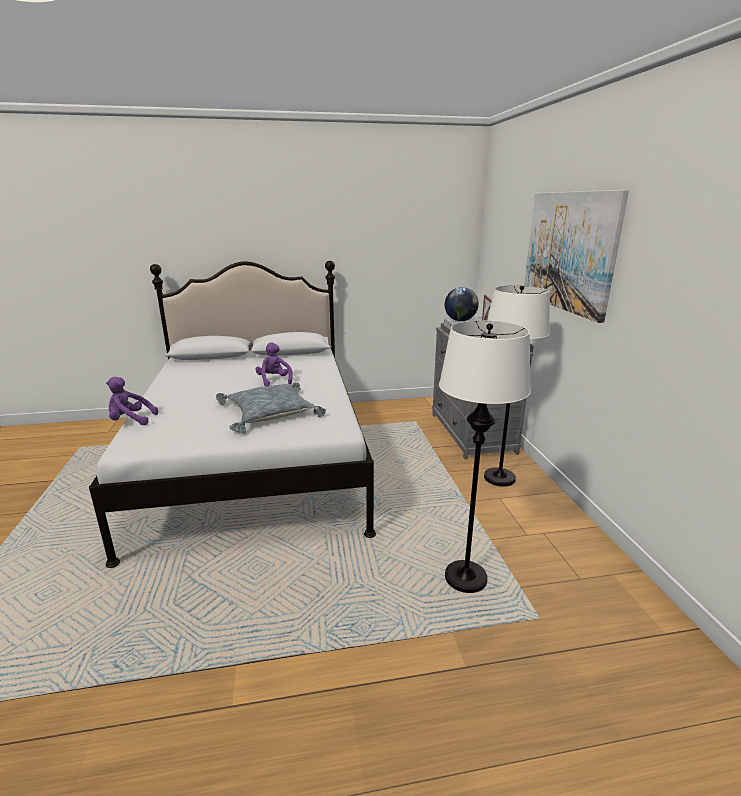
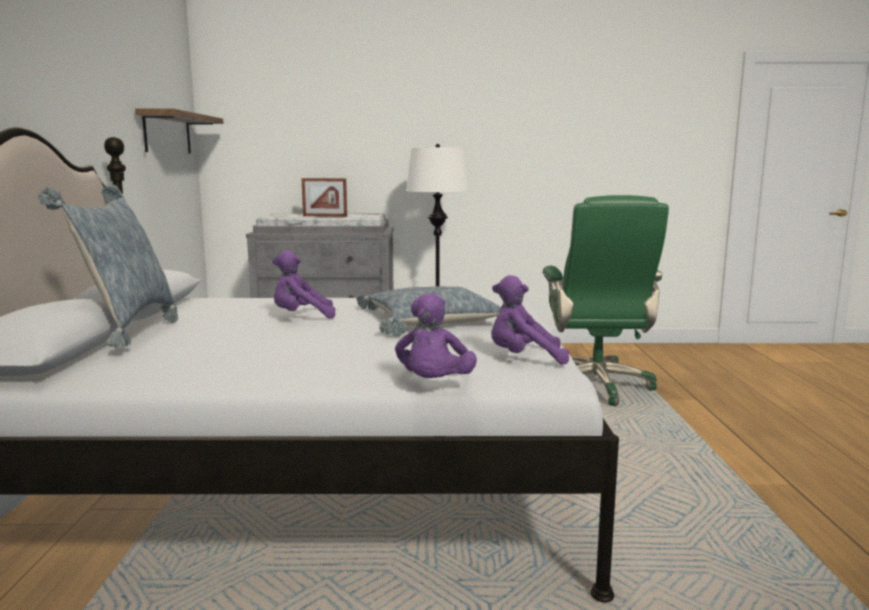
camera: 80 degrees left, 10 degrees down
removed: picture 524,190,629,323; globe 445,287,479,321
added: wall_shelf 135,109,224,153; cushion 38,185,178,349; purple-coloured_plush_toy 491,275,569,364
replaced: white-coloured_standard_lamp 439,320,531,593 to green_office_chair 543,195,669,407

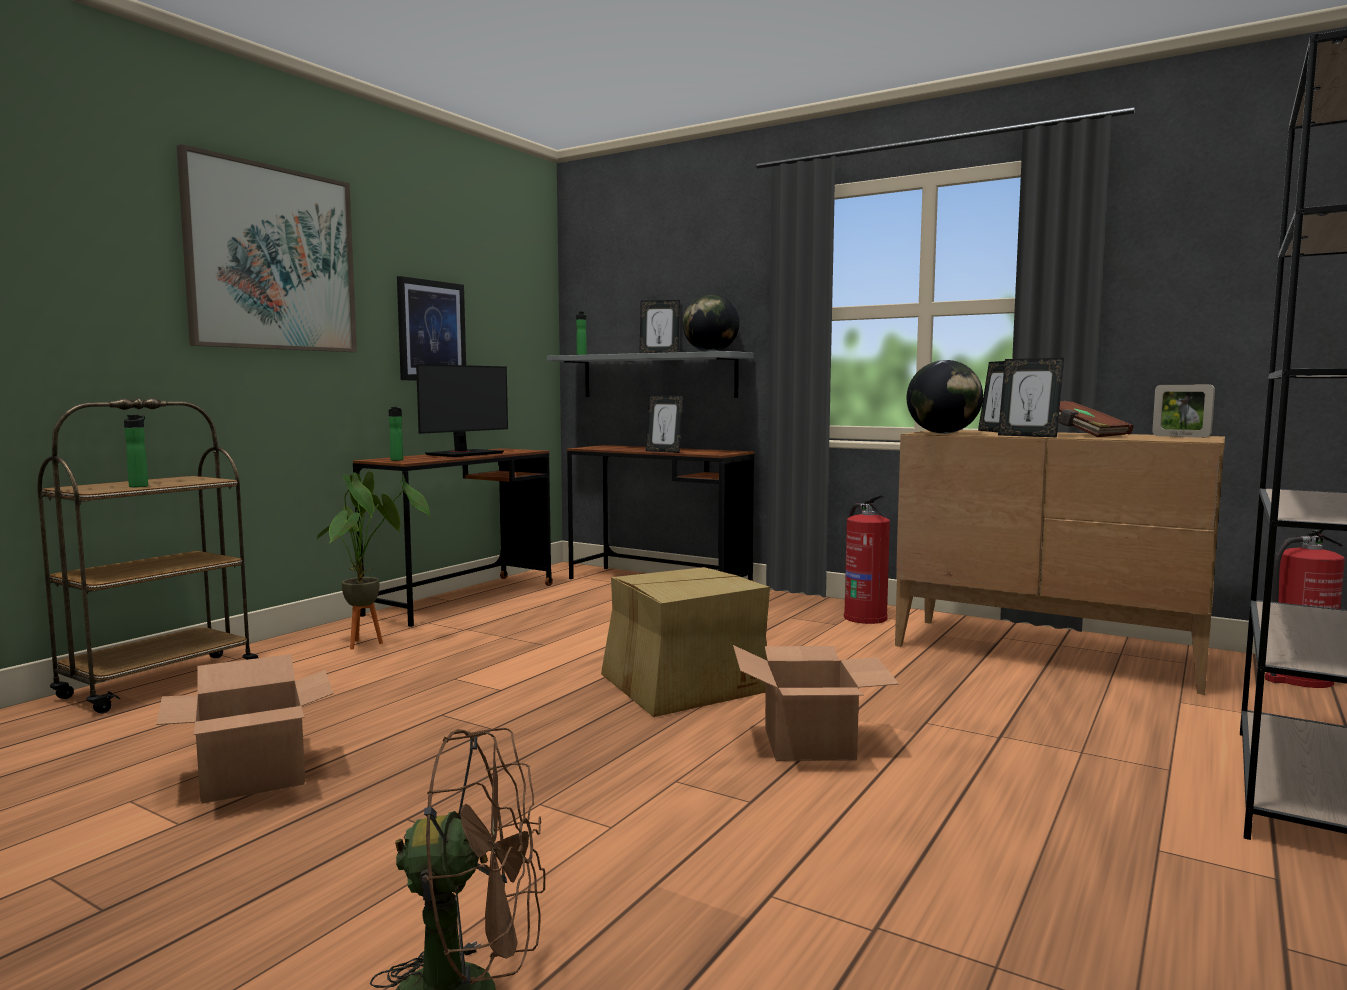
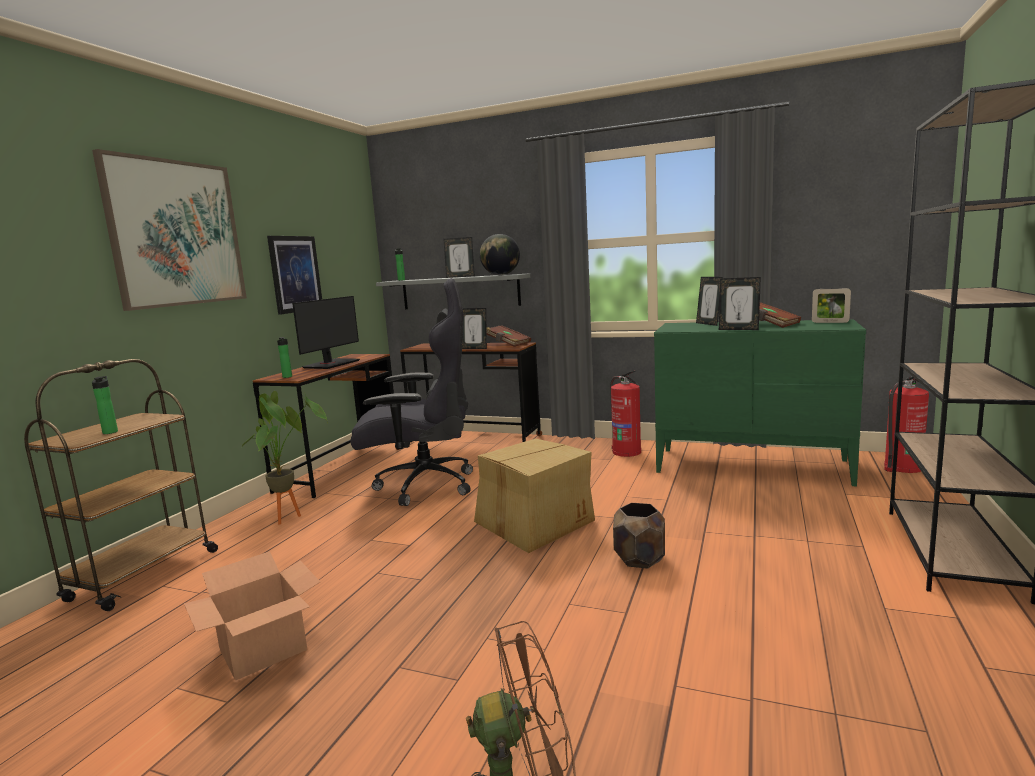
camera: 10 degrees left, 5 degrees up
removed: globe 907,360,983,434
added: black-coloured_office_chair 350,278,473,506; brown_volume 486,325,531,347
replaced: carton 733,645,899,761 to brown_planter 613,503,665,569
recoloured: brown_cabinet 895,430,1225,695 to green_cabinet 654,319,866,487

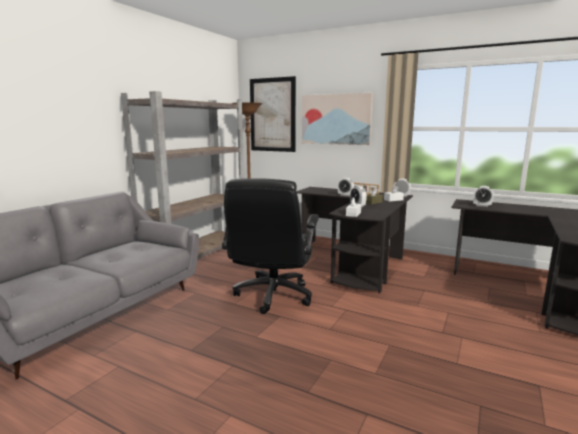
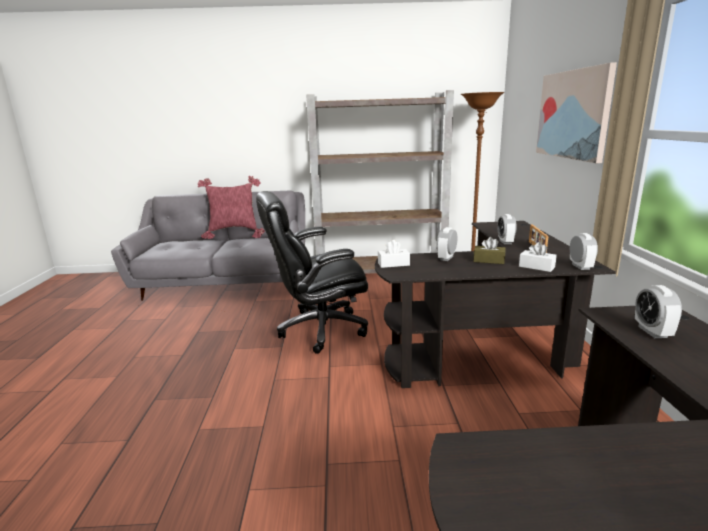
camera: 60 degrees right, 5 degrees up
removed: picture 250,76,296,152
added: red_cushion 198,176,265,239

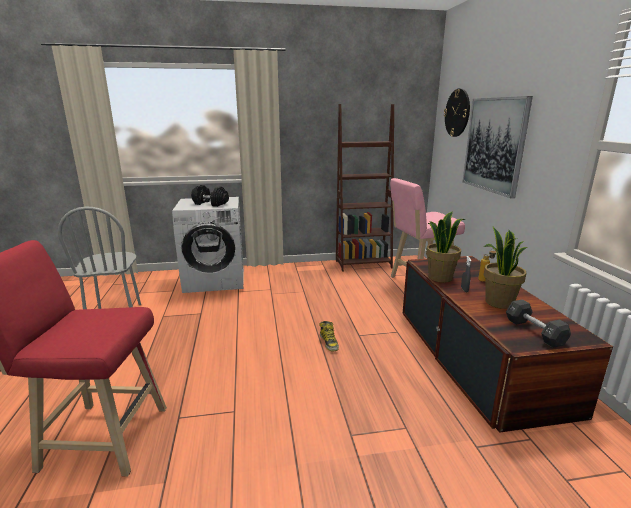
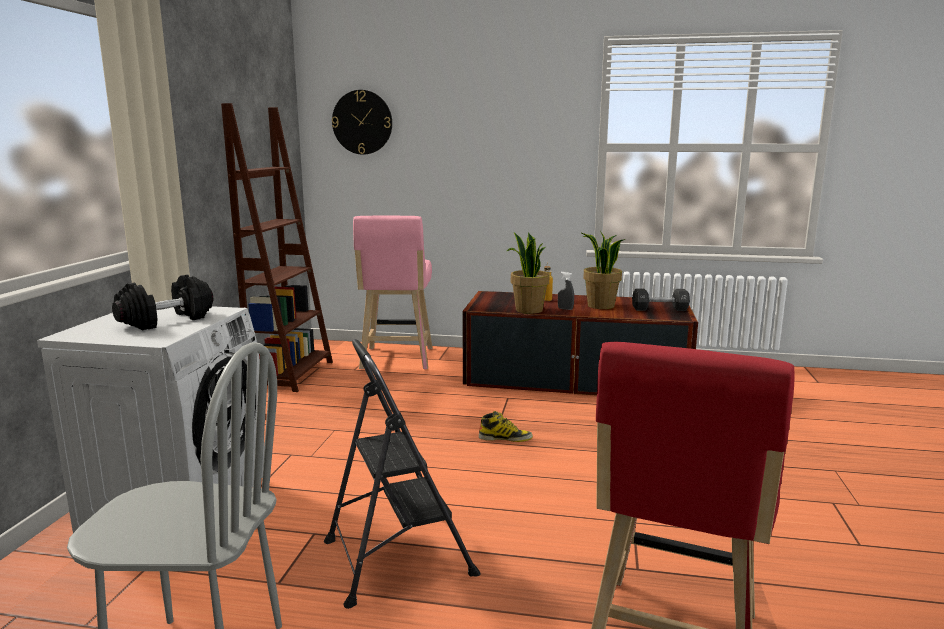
camera: 70 degrees left, 5 degrees down
removed: picture 463,96,533,198
added: black-coloured_step_stool 324,339,481,609

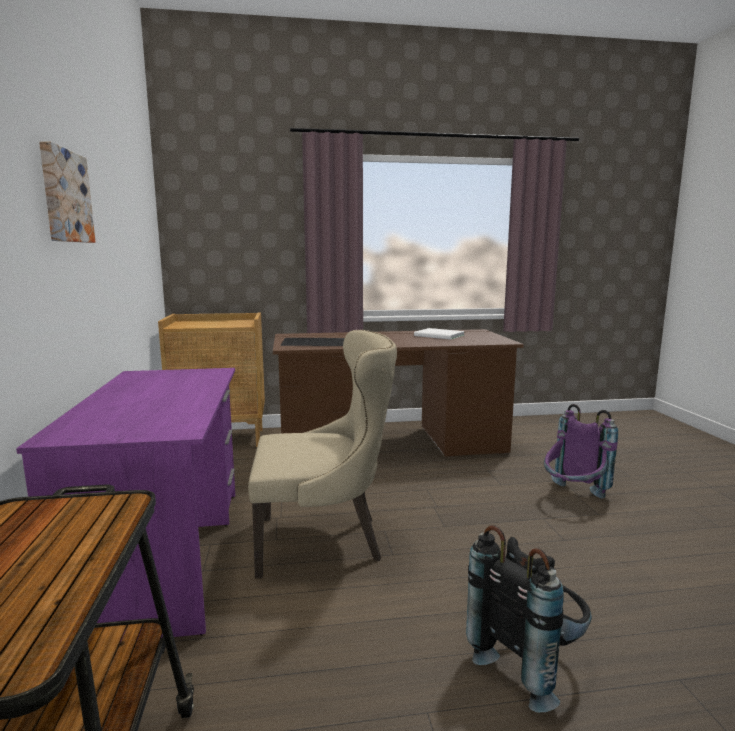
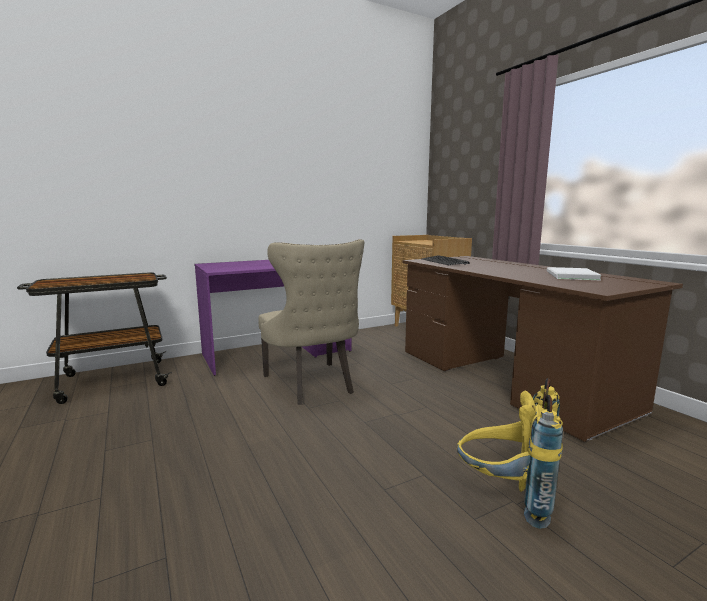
camera: 70 degrees right, 0 degrees up
removed: picture 39,141,95,243; black-coloured_knapsack 466,525,592,712
recoloured: purple-coloured_knapsack 544,404,618,499 to yellow-coloured_knapsack 457,378,563,529

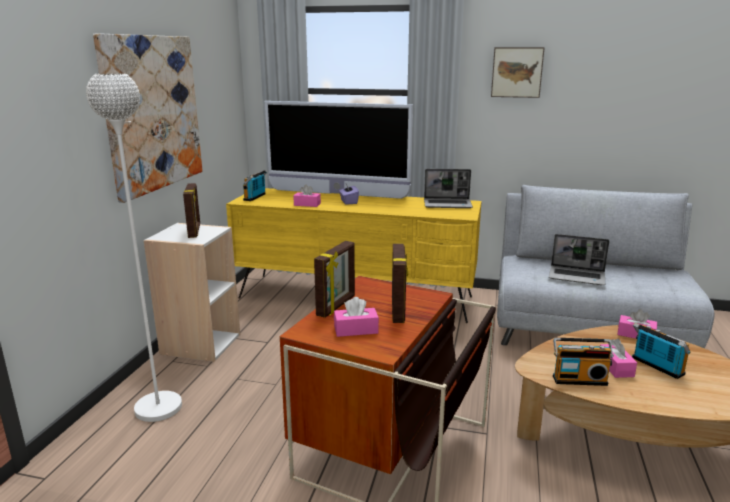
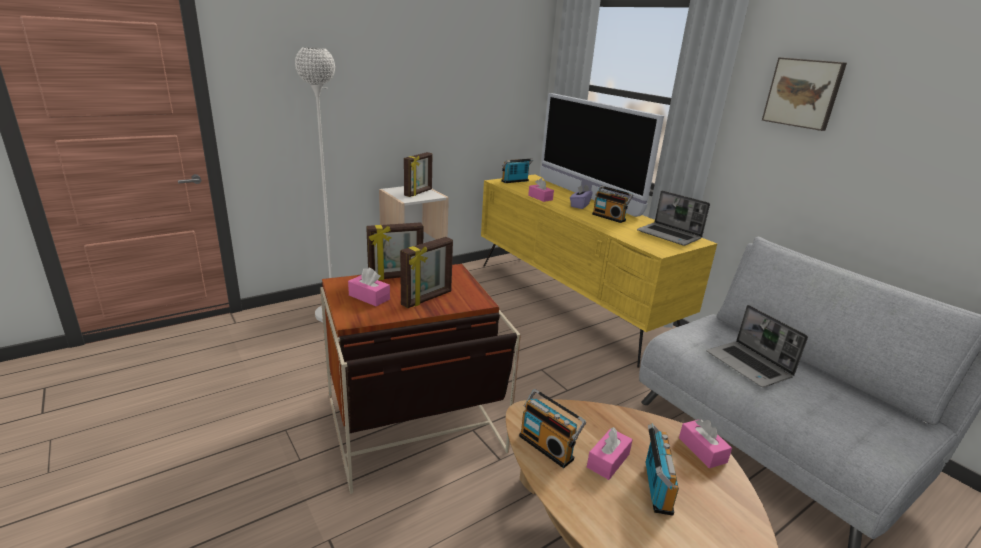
camera: 40 degrees right, 5 degrees up
removed: picture 93,34,202,203
added: radio 592,186,633,223

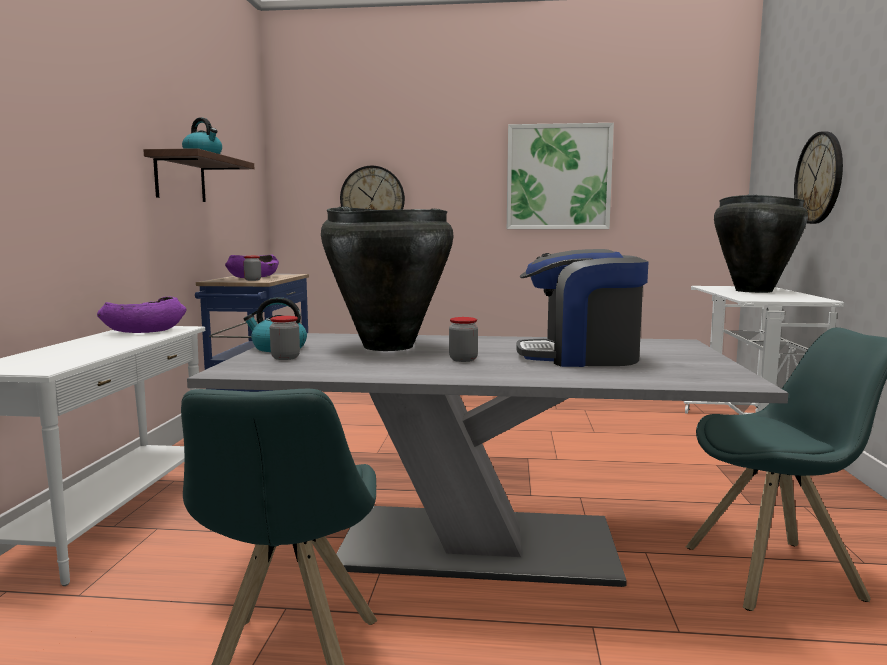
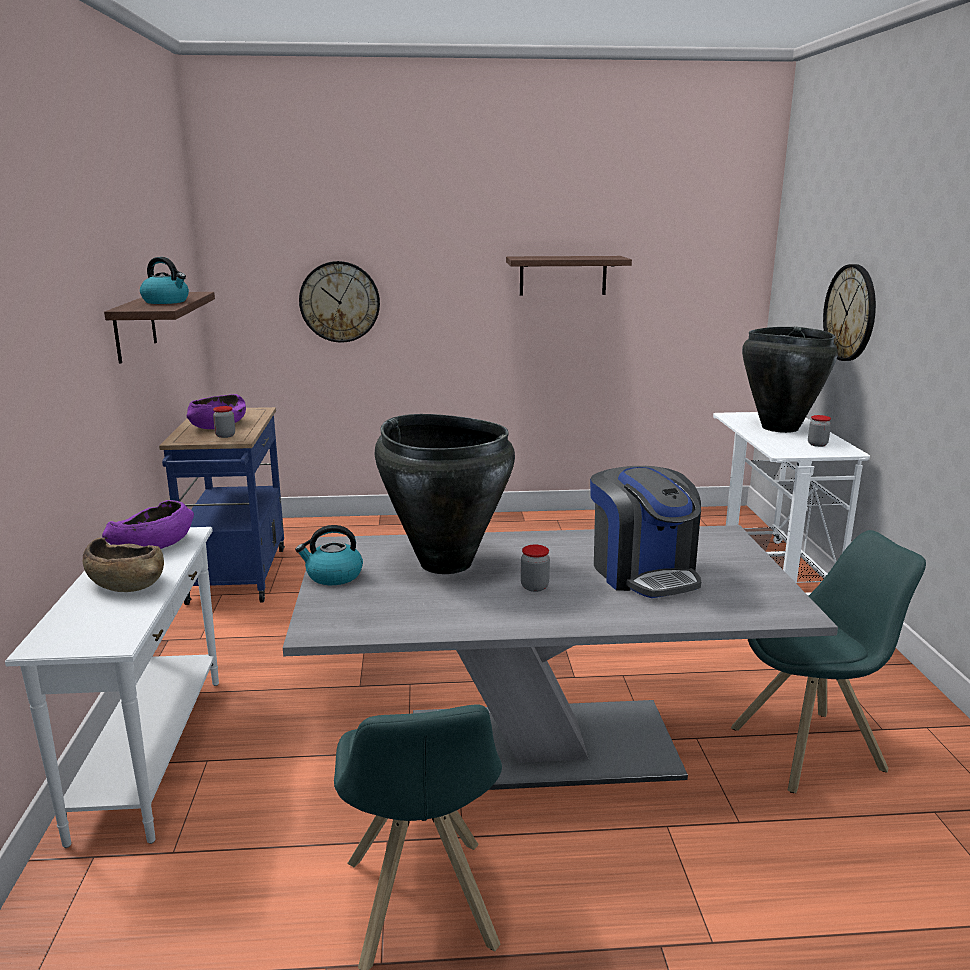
camera: 10 degrees left, 10 degrees up
added: brown_deep_dish 83,537,164,592
moved: storage_jar 270,316,300,360 to 808,415,831,447
replaced: picture 507,123,614,229 to wall_shelf 506,256,632,295
turned: coffee_maker 516,249,649,367 = 590,466,701,598 105 degrees counterclockwise

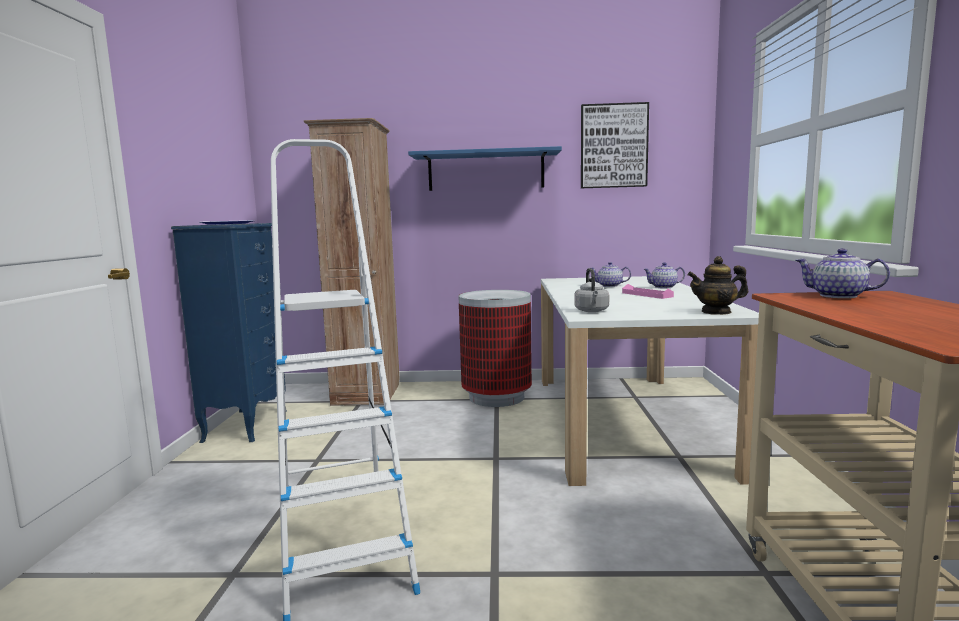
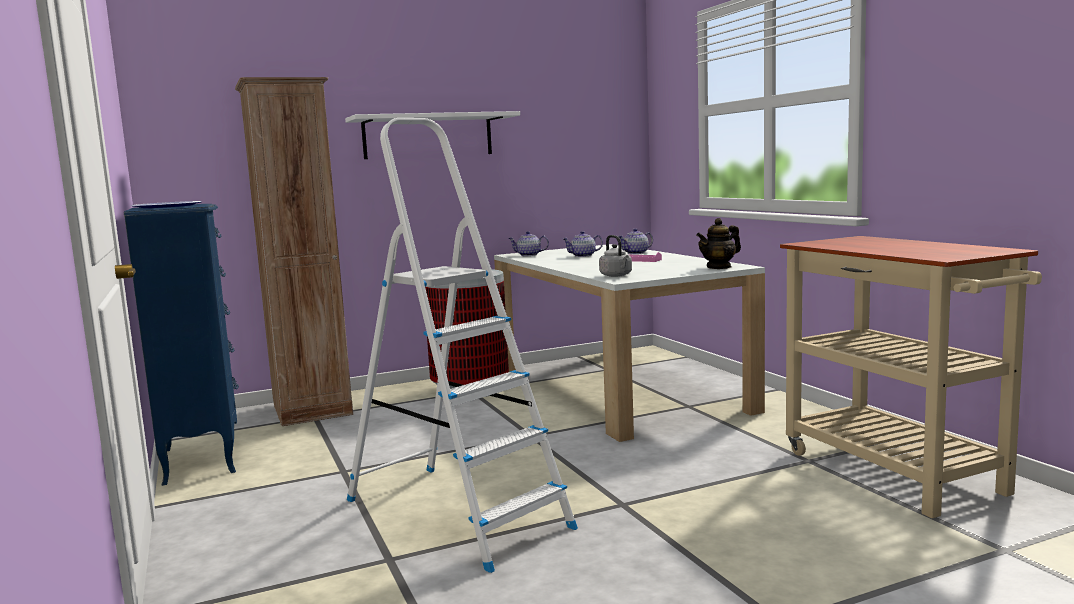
camera: 25 degrees left, 0 degrees up
removed: picture 581,102,649,188
moved: pot_for_tea 795,249,890,298 to 508,231,549,256
recoloured: bluish_wall_shelf 408,146,562,191 to white-coloured_wall_shelf 345,111,520,159

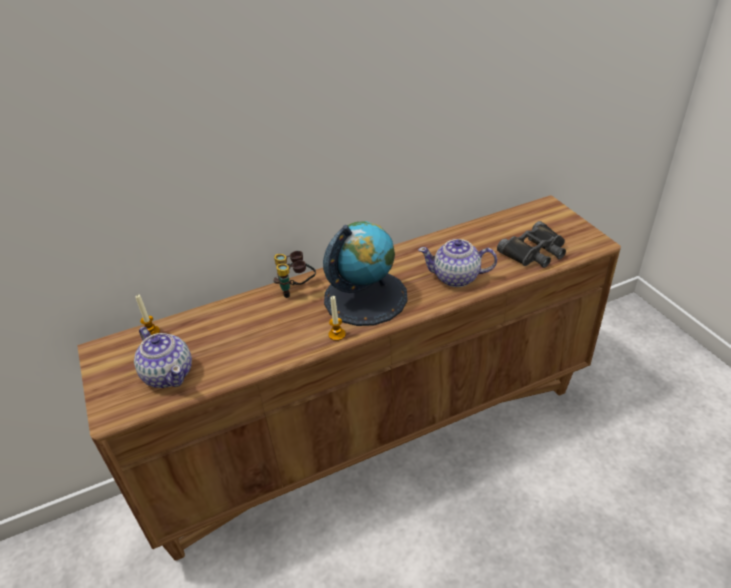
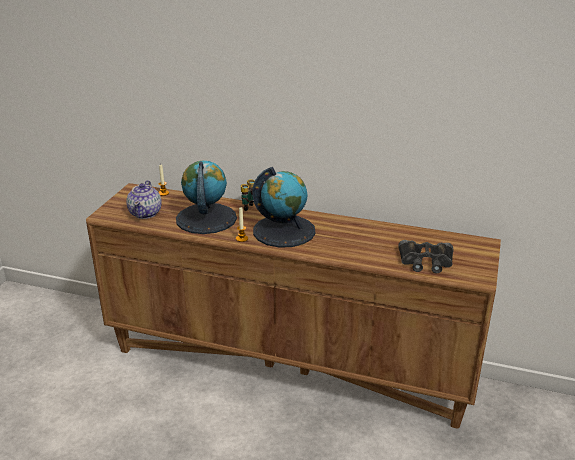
camera: 40 degrees right, 10 degrees down
removed: pot_for_tea 418,239,497,287
added: globe 176,161,237,234

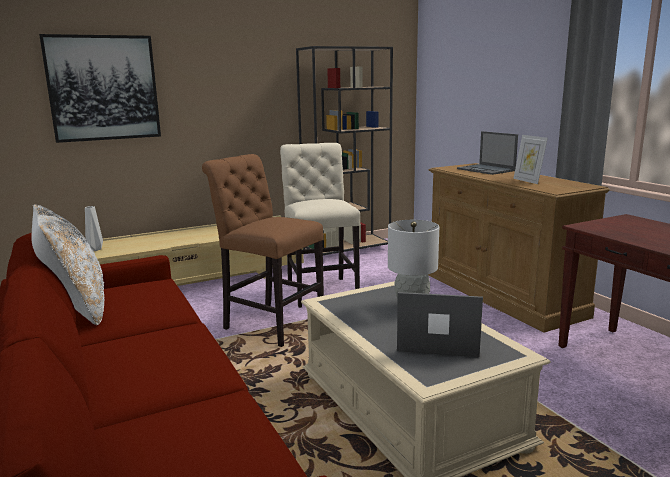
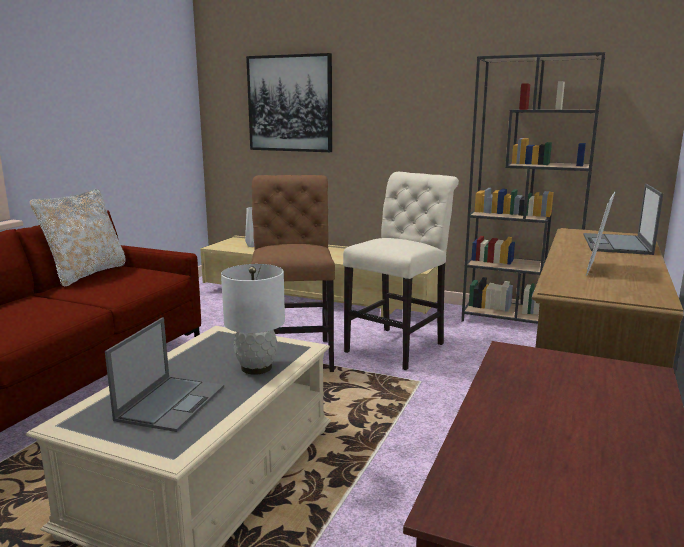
camera: 50 degrees right, 0 degrees up
turned: laptop 397,292,483,357 = 105,317,224,432 45 degrees clockwise

